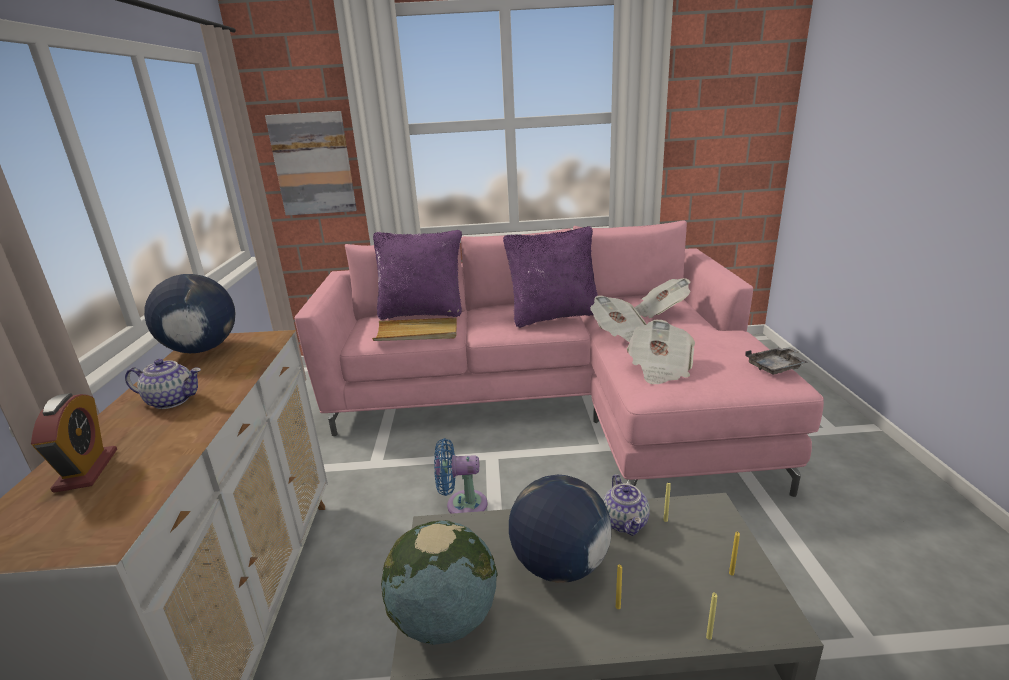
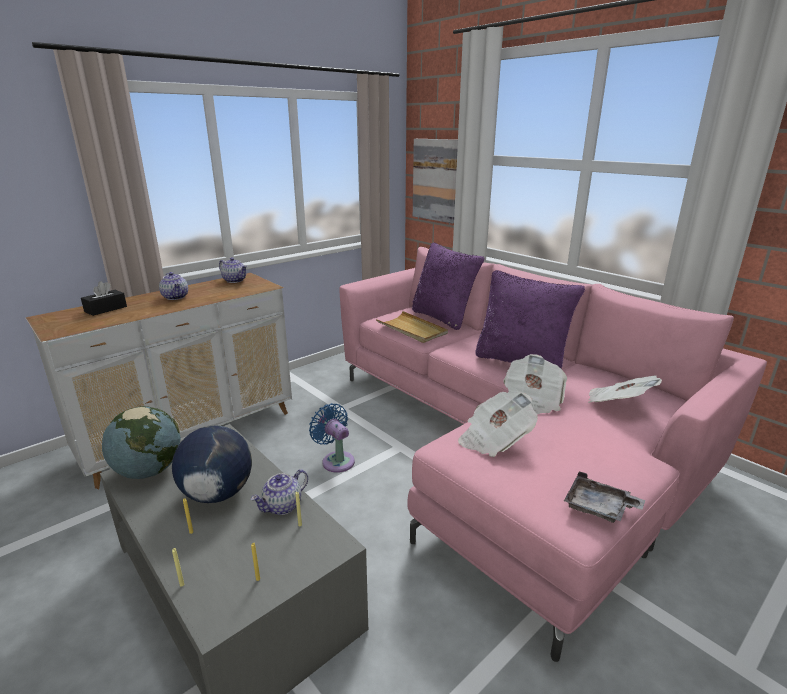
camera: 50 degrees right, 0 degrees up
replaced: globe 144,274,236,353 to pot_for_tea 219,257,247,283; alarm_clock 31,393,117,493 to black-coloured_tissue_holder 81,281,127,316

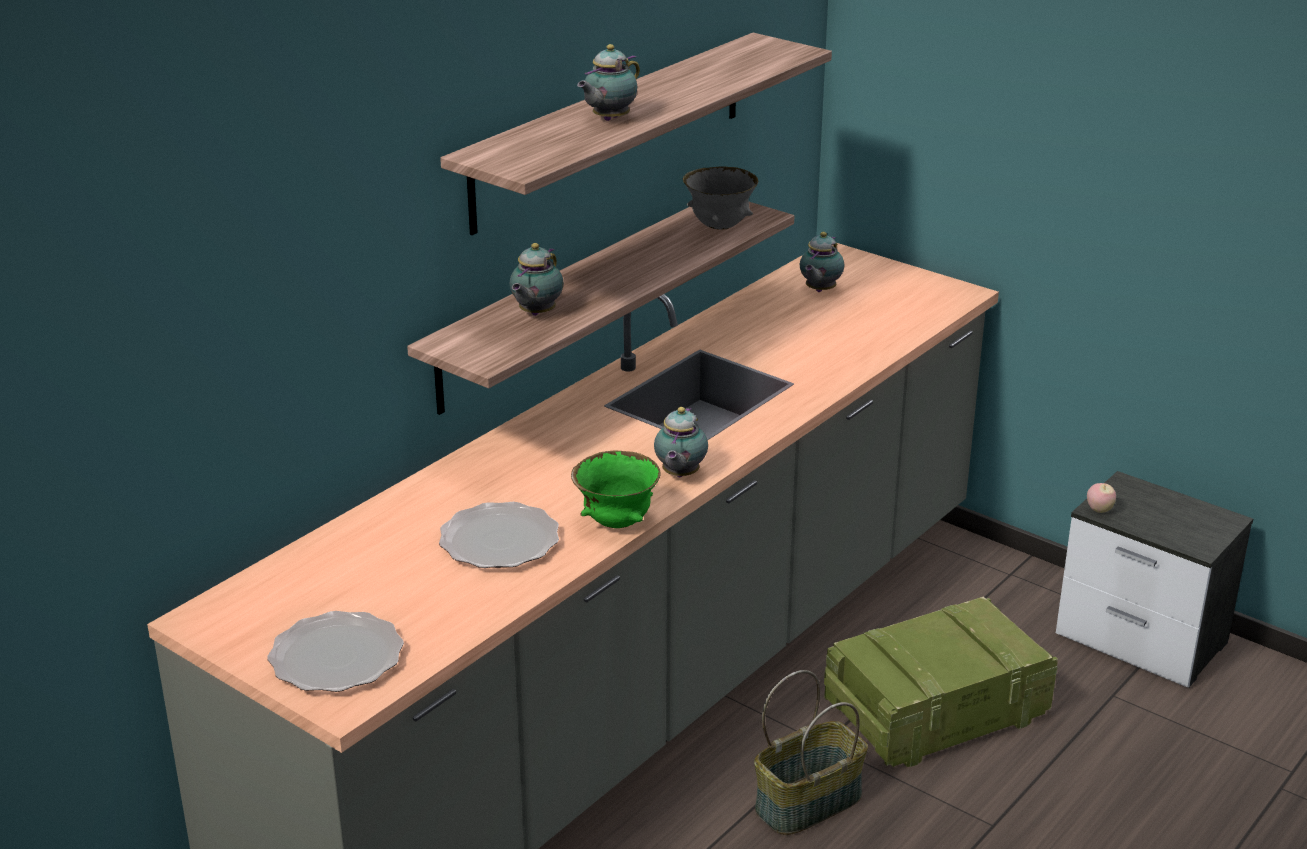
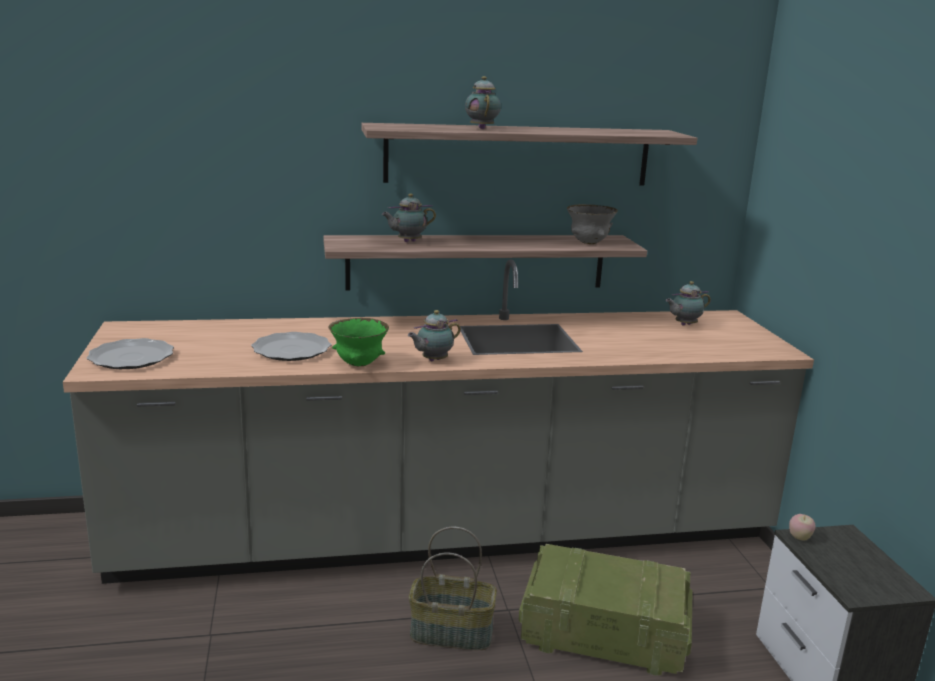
camera: 40 degrees right, 10 degrees down
turned: pot_for_tea 577,44,640,121 = 465,76,501,129 90 degrees clockwise

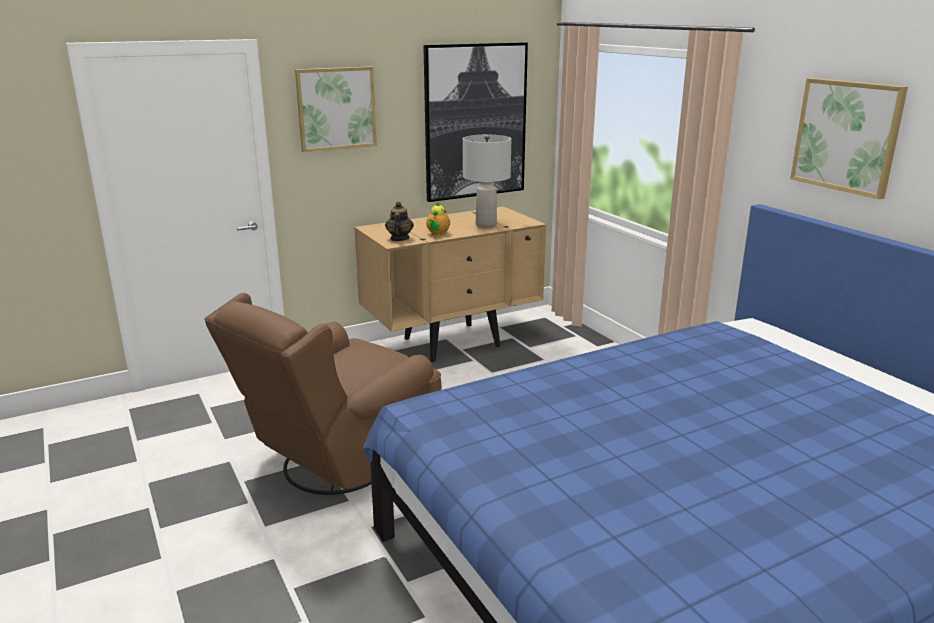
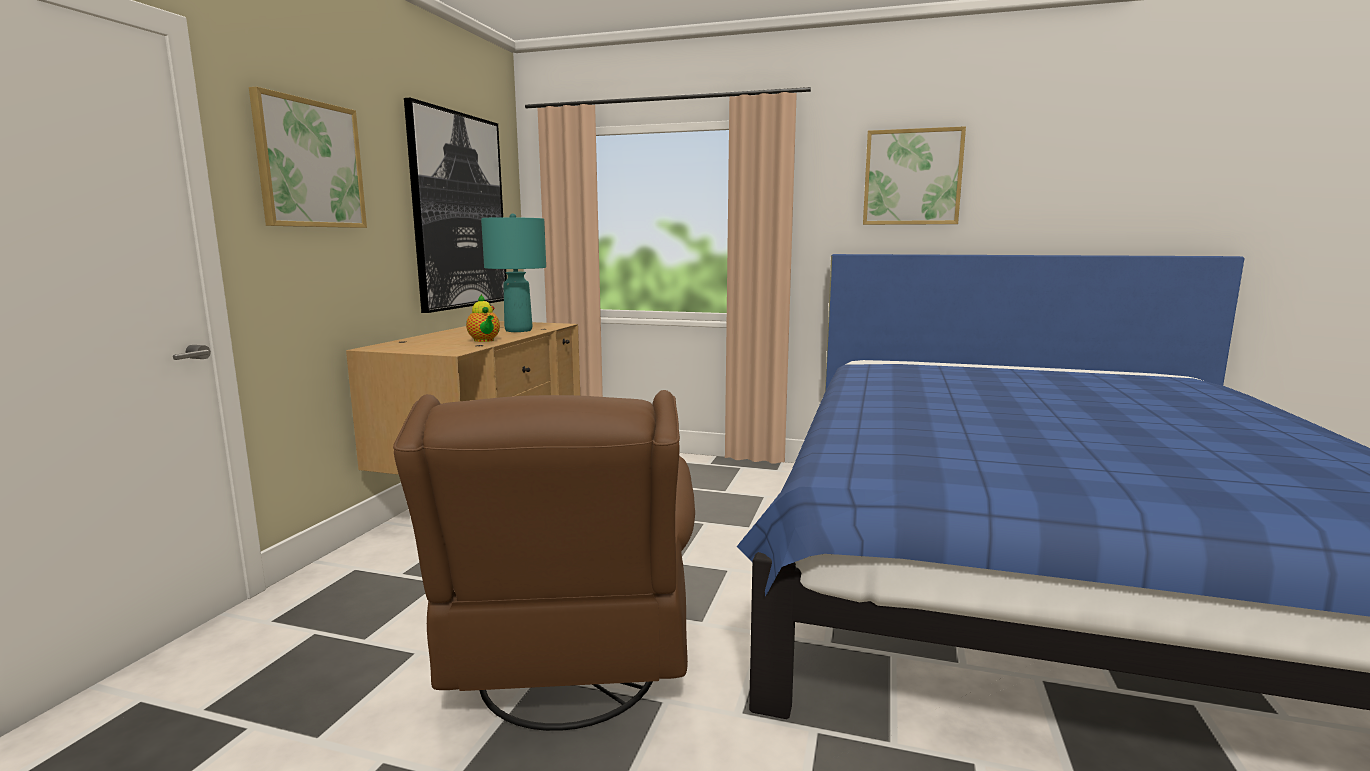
camera: 45 degrees left, 10 degrees down
removed: pot_for_tea 385,202,414,241
recoloured: greyish_lamp_for_a_table 463,134,511,228 to turquoise_lamp_for_a_table 481,213,546,332

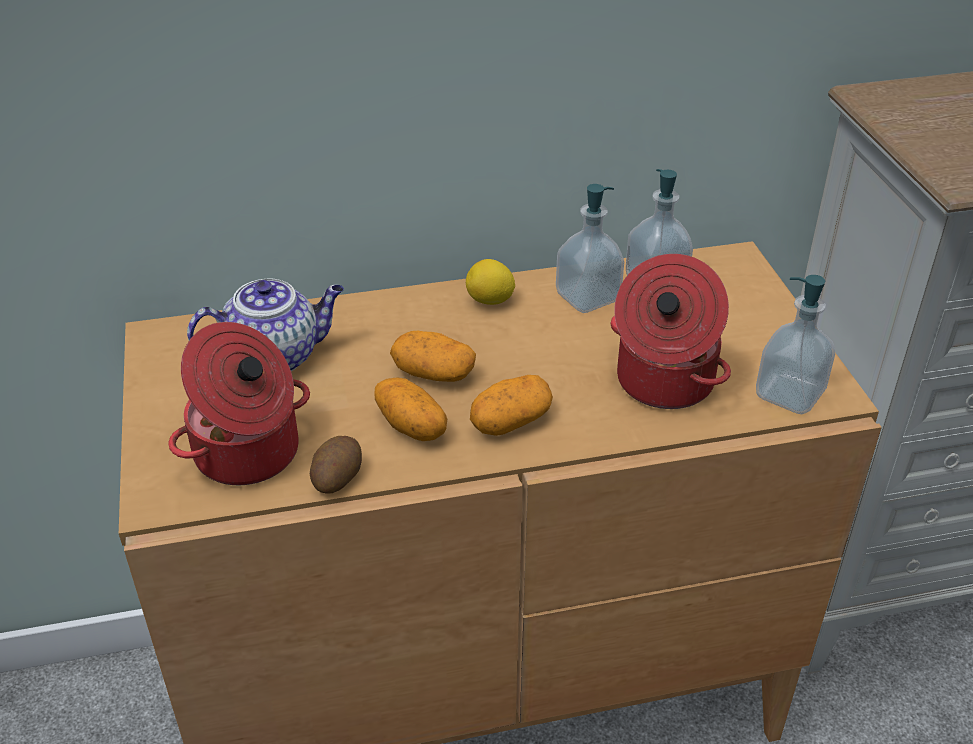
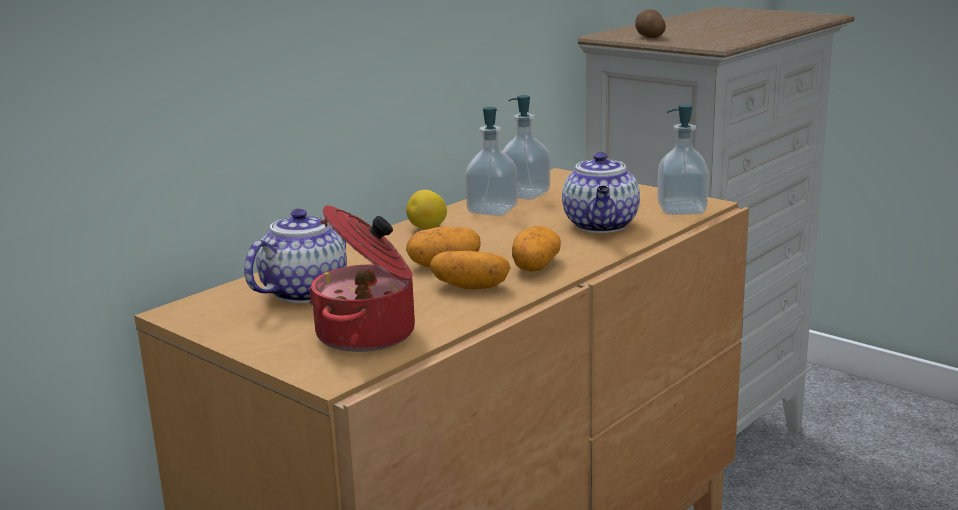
camera: 35 degrees left, 20 degrees down
moved: potato 310,436,362,494 to 635,9,666,38
replaced: cooking_pot 610,254,731,409 to pot_for_tea 562,152,640,233

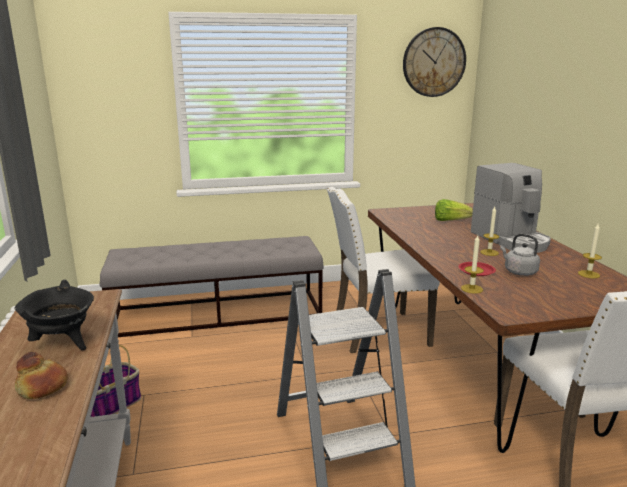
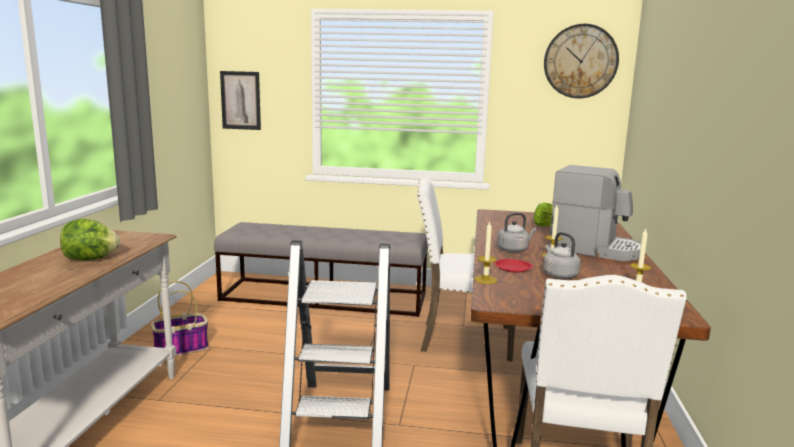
camera: 20 degrees right, 5 degrees down
removed: bakery_bread 15,352,68,399
added: picture 220,71,261,130; greyish_kettle 497,213,536,252
replaced: black-coloured_cooking_pot 14,279,94,350 to lettuce_head 60,219,120,260
turned: coffee_maker 471,163,551,253 = 549,165,641,261 60 degrees counterclockwise

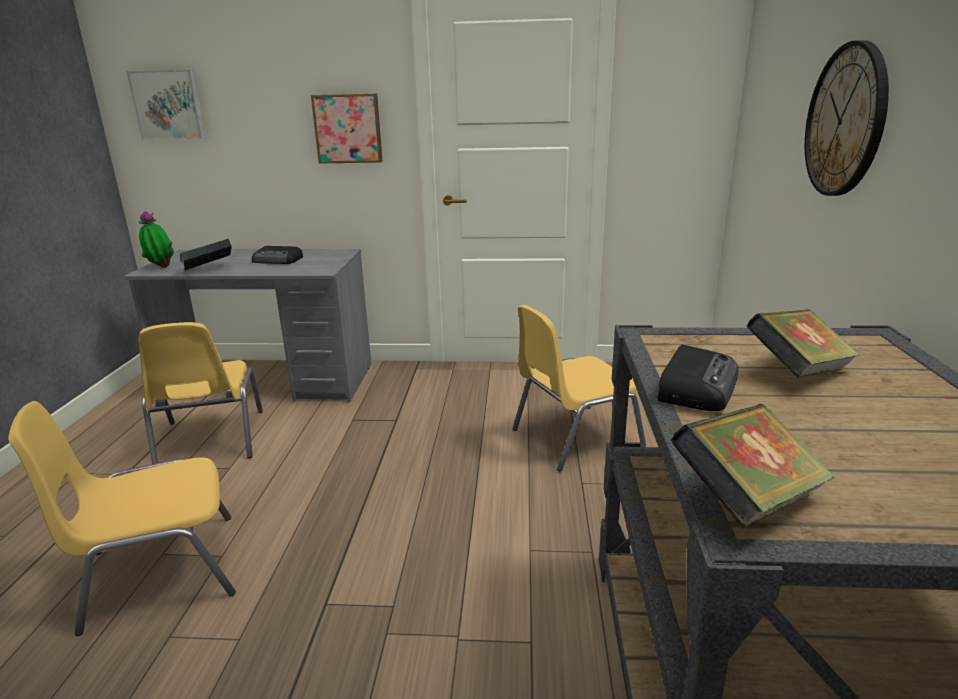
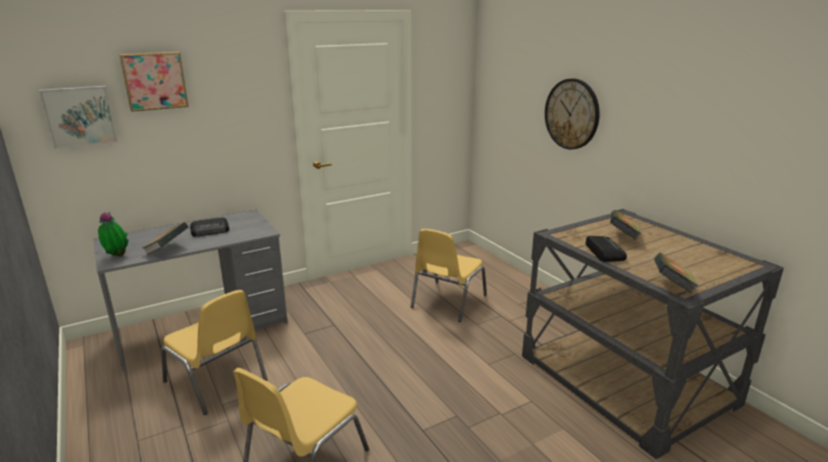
camera: 35 degrees left, 0 degrees up
moved: picture 311,94,383,164 to 119,52,189,112

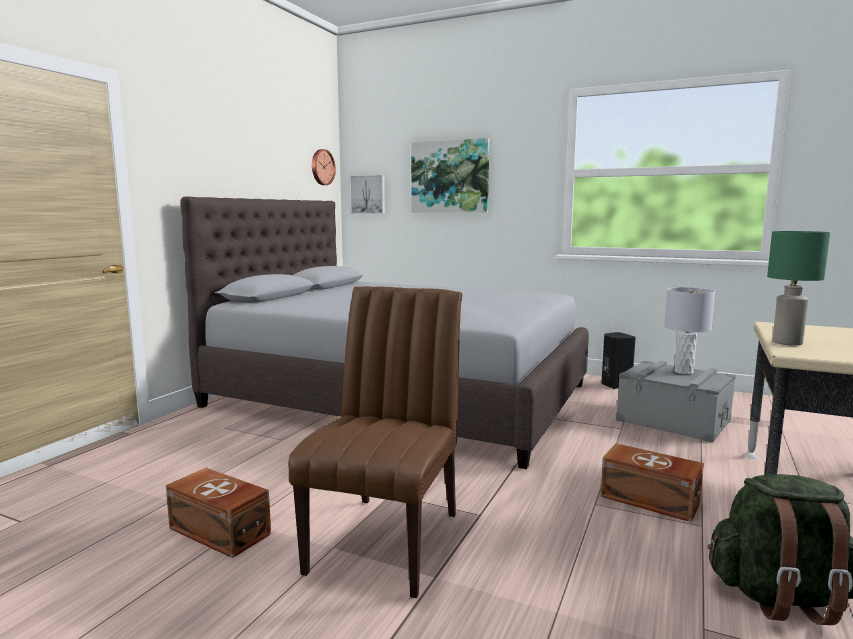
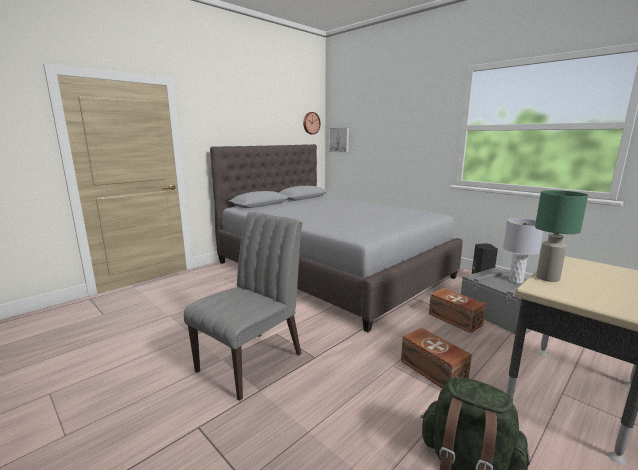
camera: 20 degrees right, 5 degrees up
removed: picture 411,138,489,213
moved: brown_storage_box 166,468,271,558 to 429,288,486,333
recoloured: brown_chair 288,286,462,598 to greyish_chair 184,212,302,401

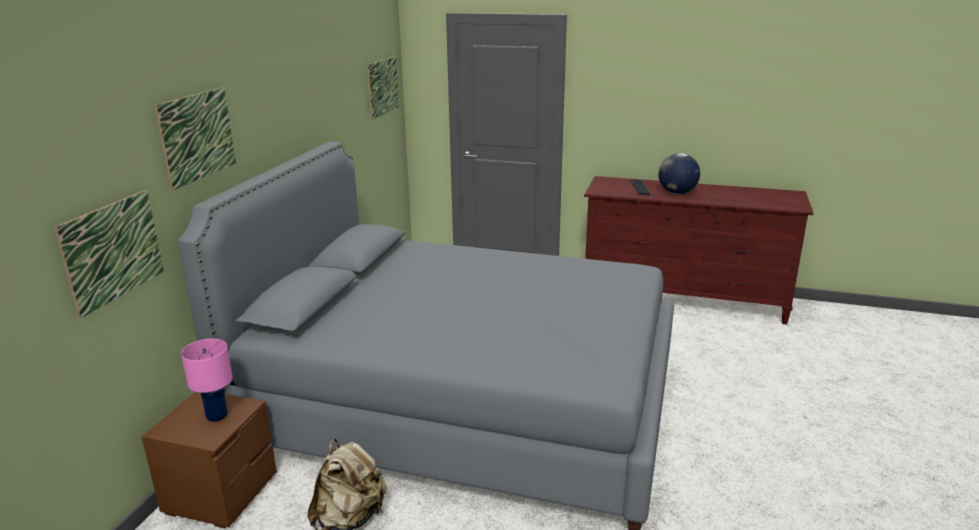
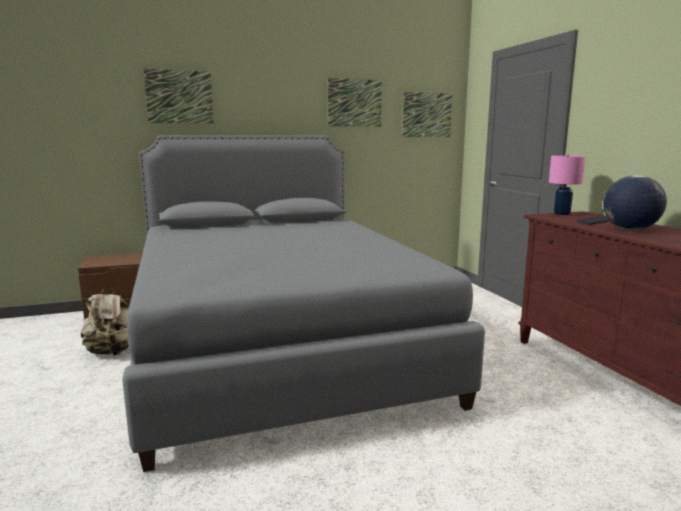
camera: 55 degrees right, 10 degrees down
moved: picture 55,190,164,318 to 328,78,382,127; pink_lamp_for_a_table 181,339,233,422 to 549,155,585,215

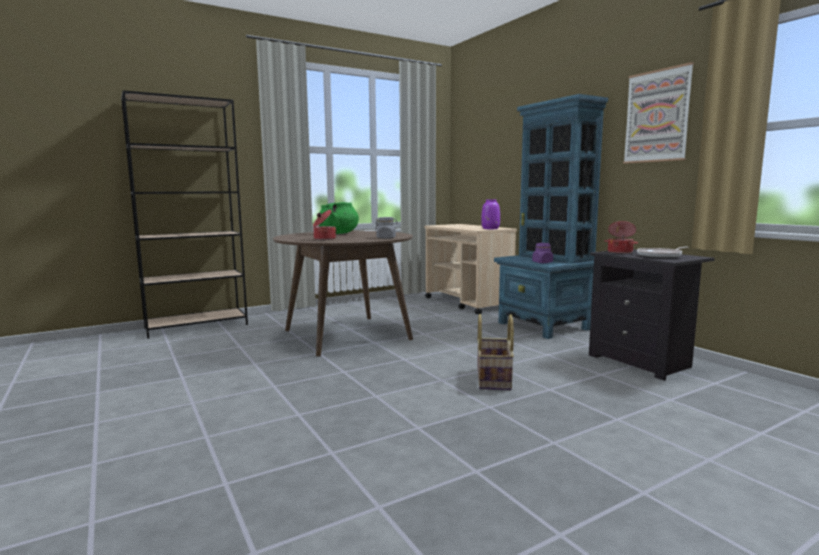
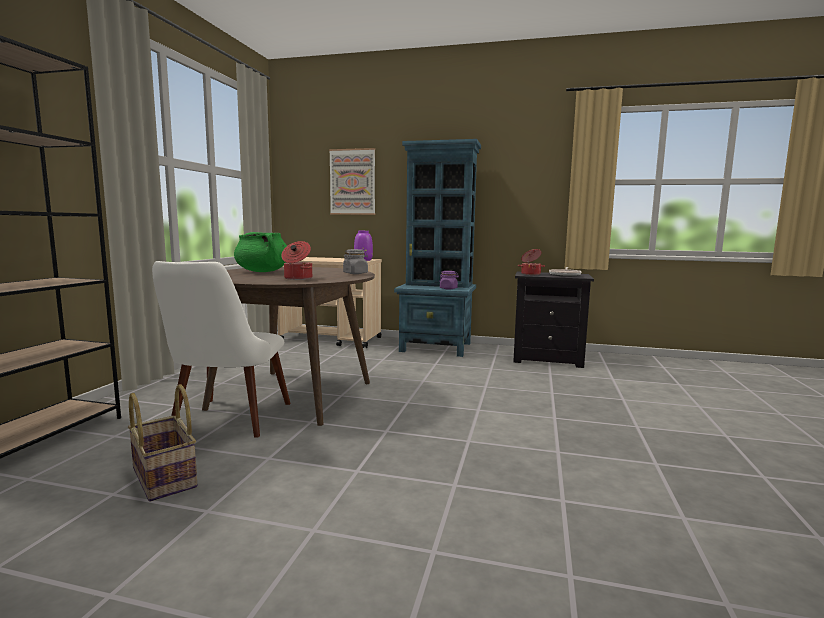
camera: 45 degrees left, 0 degrees up
added: white-coloured_chair 152,261,291,438
moved: picture 623,62,694,164 to 329,148,375,215; basket 477,314,514,390 to 128,384,197,502

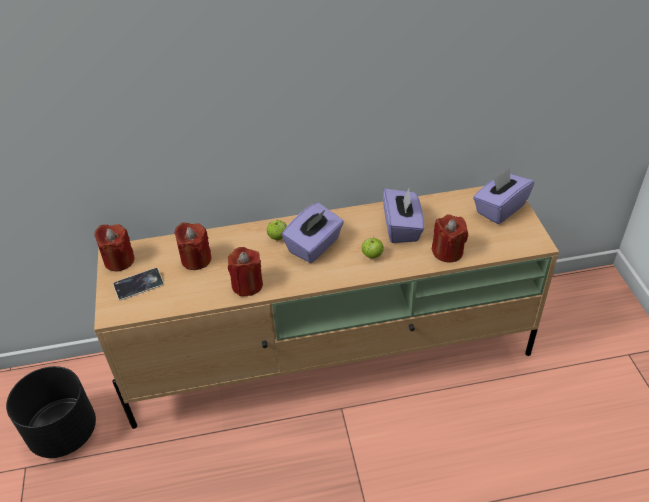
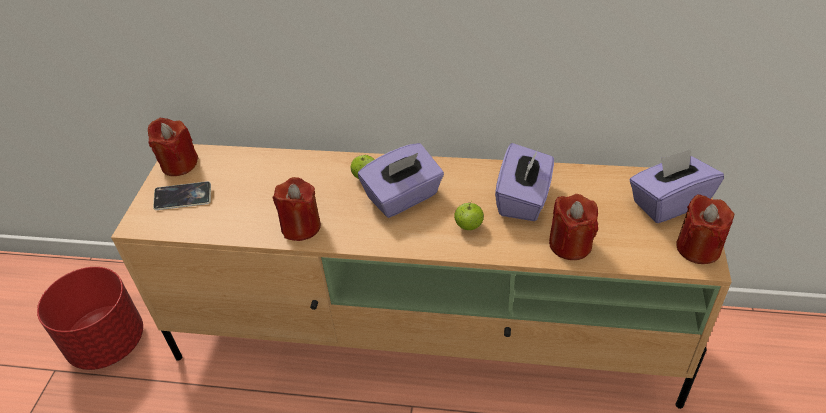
camera: 20 degrees right, 0 degrees up
moved: red_candle 174,223,211,270 to 676,194,734,264
recoloured: black-coloured_planter 6,366,96,458 to red_planter 37,267,143,370

